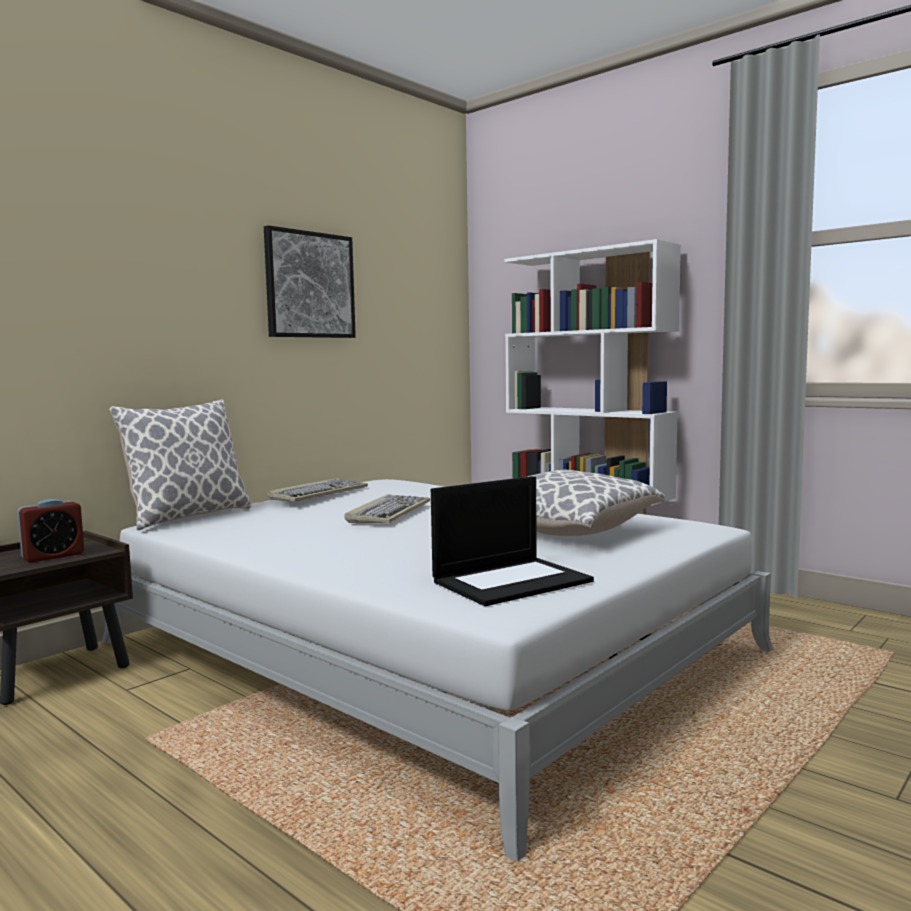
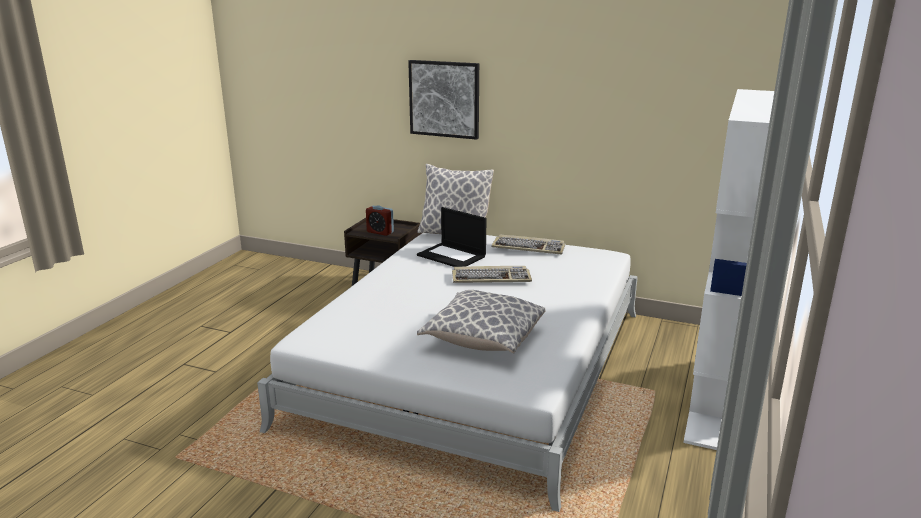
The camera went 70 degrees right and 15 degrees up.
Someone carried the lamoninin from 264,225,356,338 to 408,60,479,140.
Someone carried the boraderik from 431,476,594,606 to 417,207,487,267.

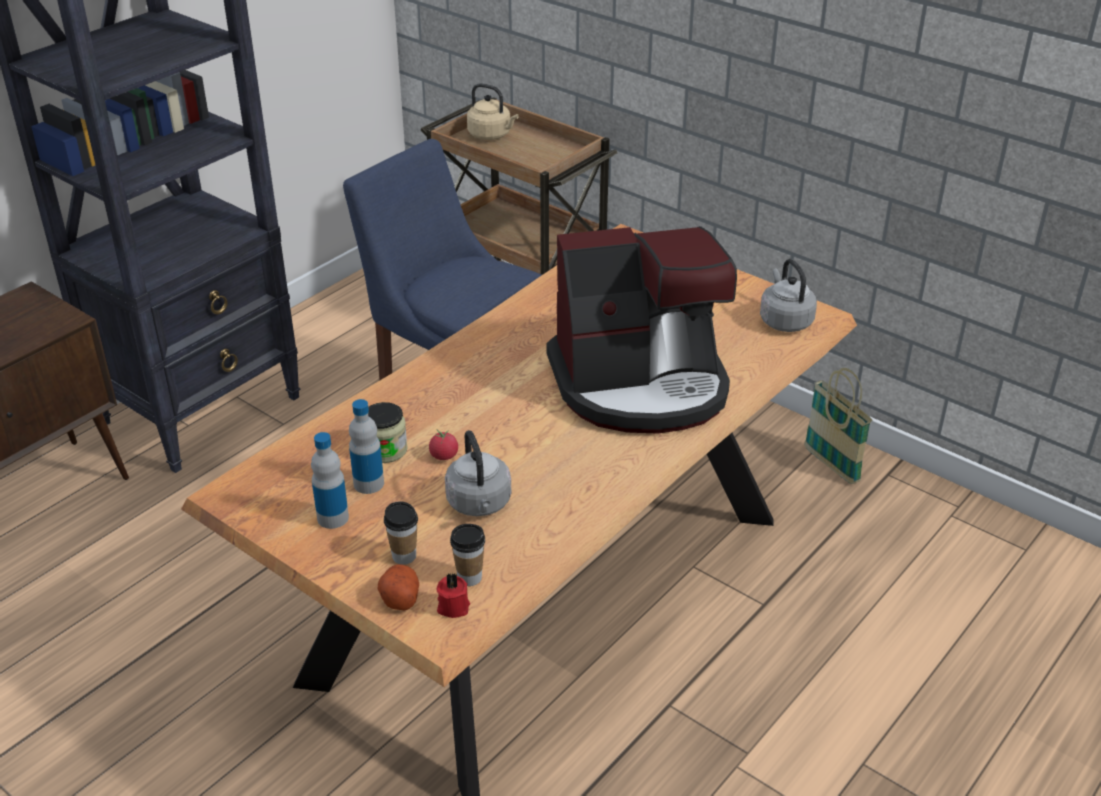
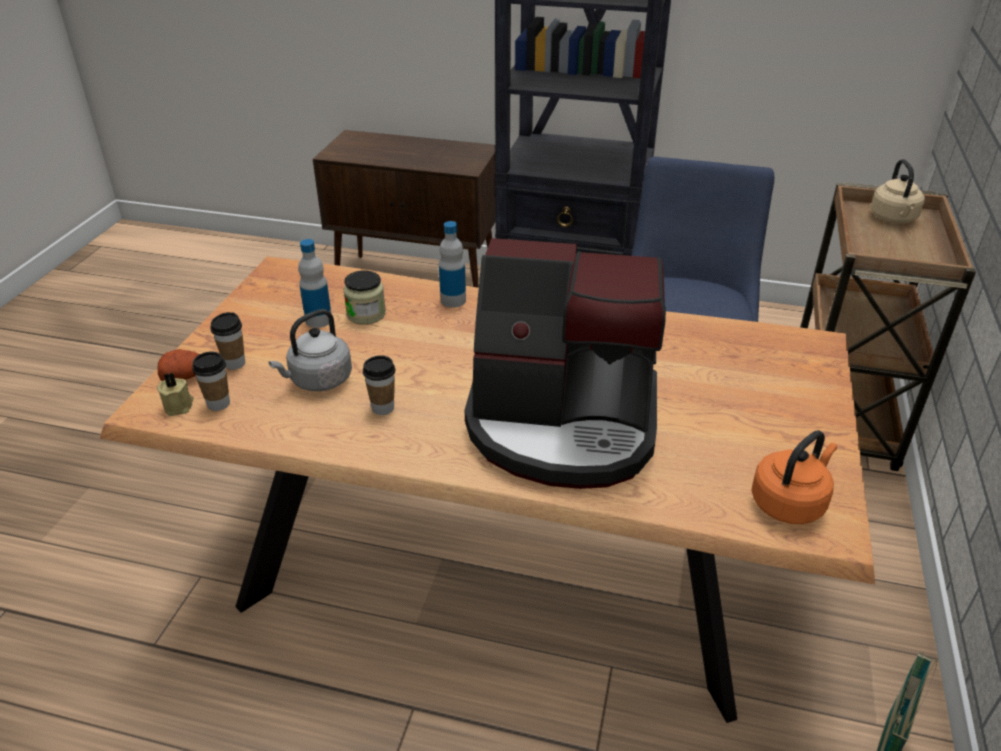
The camera went 65 degrees right and 0 degrees up.
Someone took away the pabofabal at 429,429,458,460.
Someone put down the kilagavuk at 363,355,395,415.
Someone carried the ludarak from 311,432,349,529 to 439,221,466,308.
Someone repainted the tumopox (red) at 436,573,470,618, which became the tumopox (beige) at 157,373,194,416.
Someone repainted the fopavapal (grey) at 760,259,817,332, which became the fopavapal (orange) at 752,430,837,524.
Someone rotated the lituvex at 547,226,737,434 by 45 degrees counterclockwise.

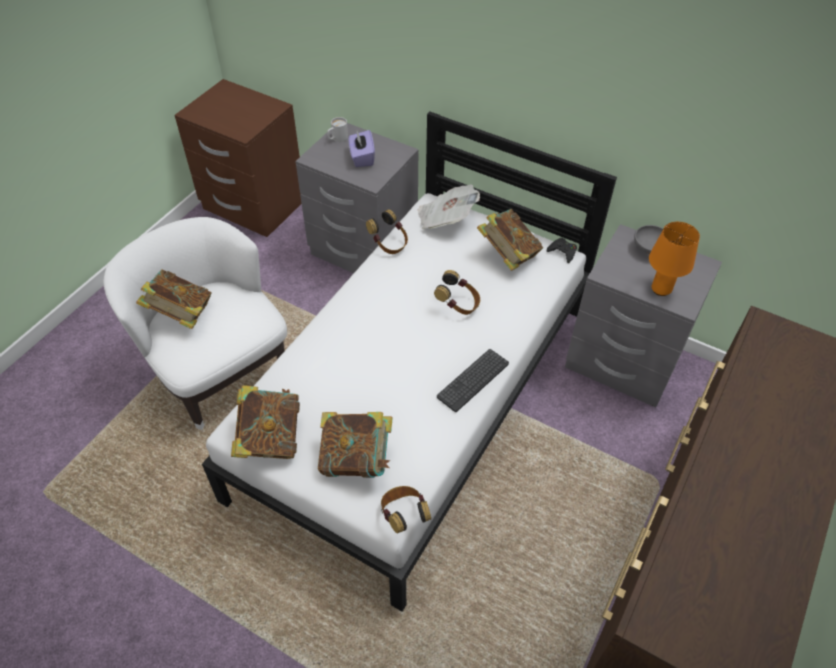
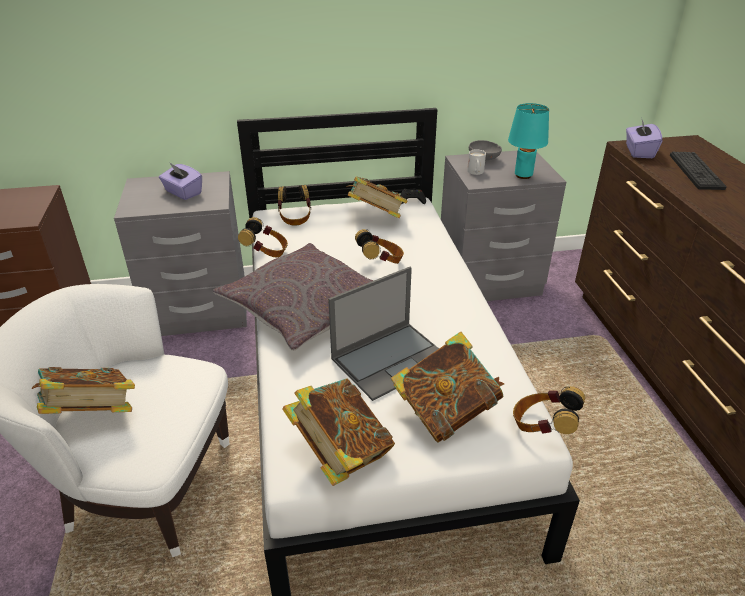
The camera went 40 degrees left and 15 degrees down.
Someone put down the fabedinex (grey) at 213,243,374,351.
Someone put down the boraderik at 328,267,439,401.
Someone put down the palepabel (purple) at 626,120,662,158.
Someone carried the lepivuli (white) from 327,117,348,142 to 467,149,486,175.
Someone carried the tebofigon from 437,349,509,412 to 670,152,727,190.
Someone swapped the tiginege at 418,185,480,230 for the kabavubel at 278,185,311,225.
Someone repainted the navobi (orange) at 649,222,700,296, which became the navobi (turquoise) at 508,103,549,179.

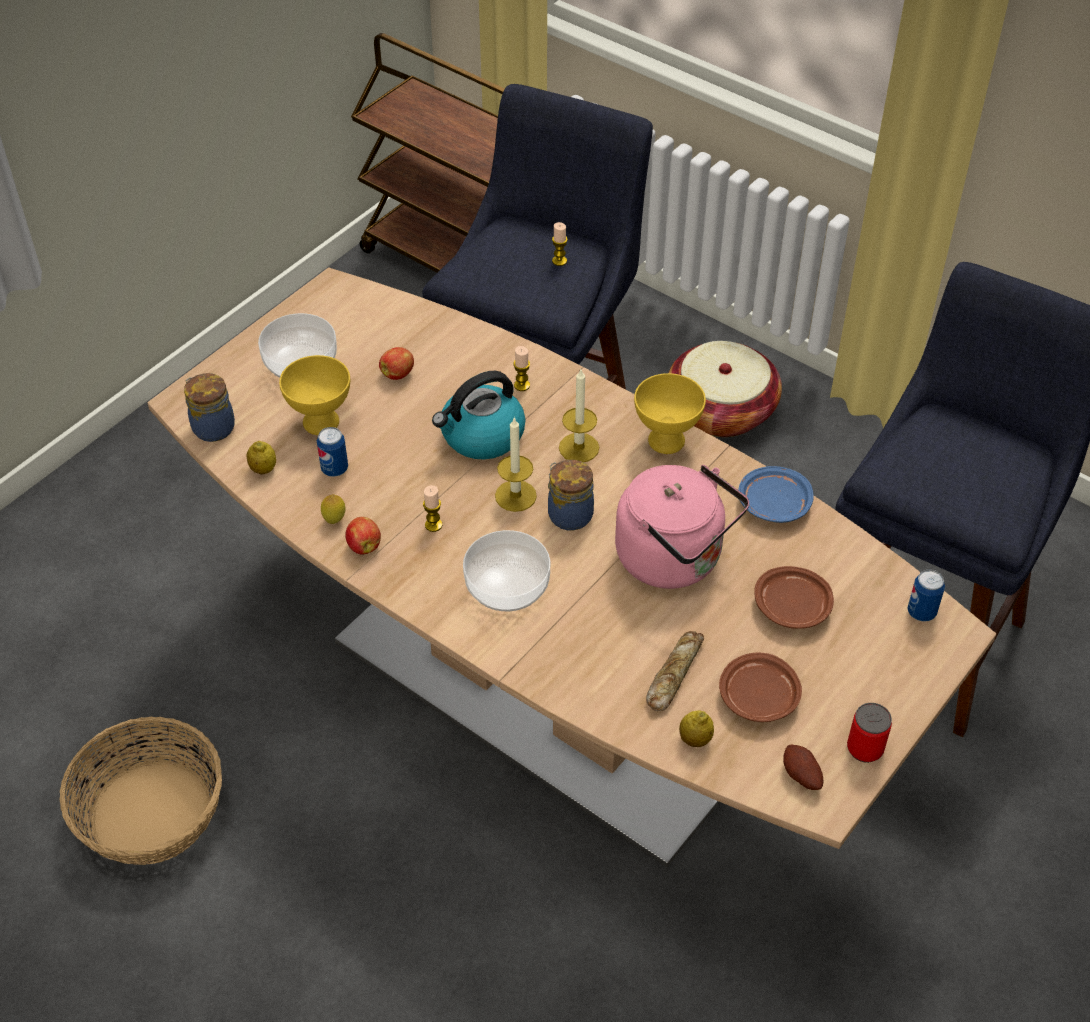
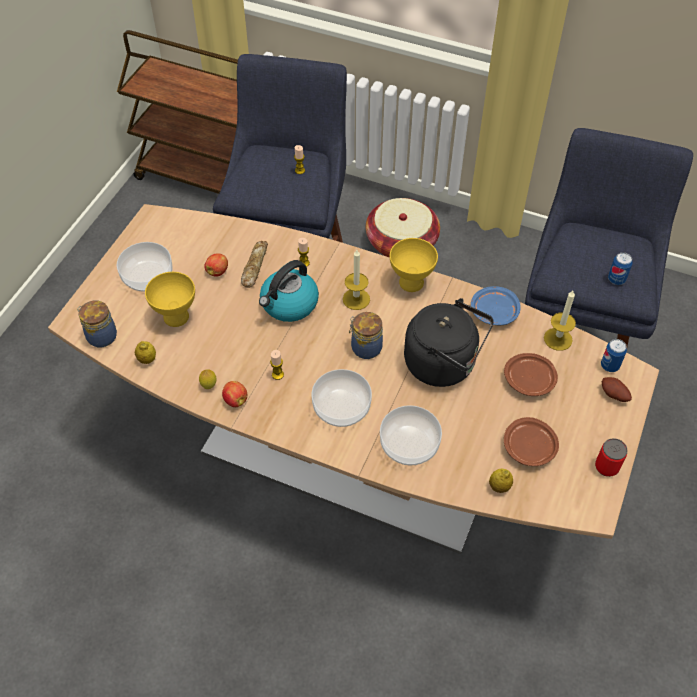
The camera went 15 degrees left and 5 degrees up.
Someone took away the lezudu at 59,717,222,865.
Someone put down the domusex at 380,405,442,465.
Someone carried the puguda from 317,427,348,477 to 608,252,633,285.
Someone carried the tumopox from 495,417,537,512 to 544,291,576,351.
Someone carried the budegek from 646,631,704,711 to 241,241,268,288.
Someone carried the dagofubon from 783,744,823,790 to 602,377,632,402.
Someone repainted the fopavapal (pink) at 615,465,749,589, which became the fopavapal (black) at 404,298,494,387.

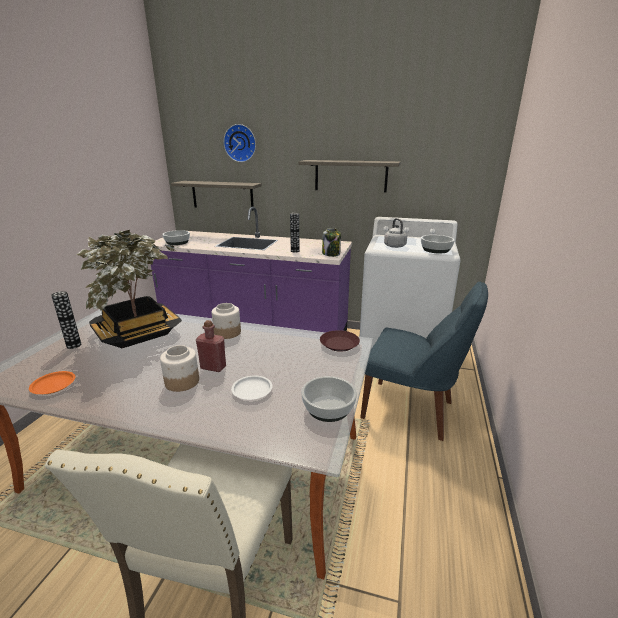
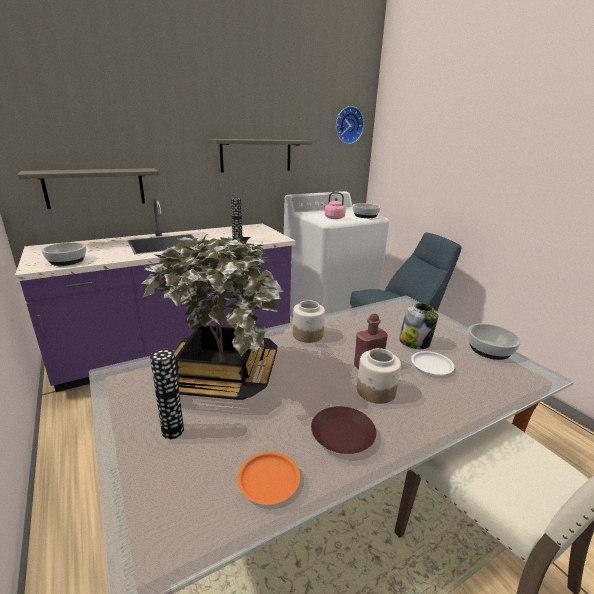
The camera went 45 degrees left and 0 degrees up.
Someone carried the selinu from 223,124,256,162 to 336,106,364,144.
Someone carried the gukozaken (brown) from 320,330,360,352 to 311,406,376,454.
Someone carried the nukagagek from 322,228,341,257 to 399,303,438,349.
Someone repainted the fopavapal (grey) at 384,218,407,248, which became the fopavapal (pink) at 321,192,346,219.

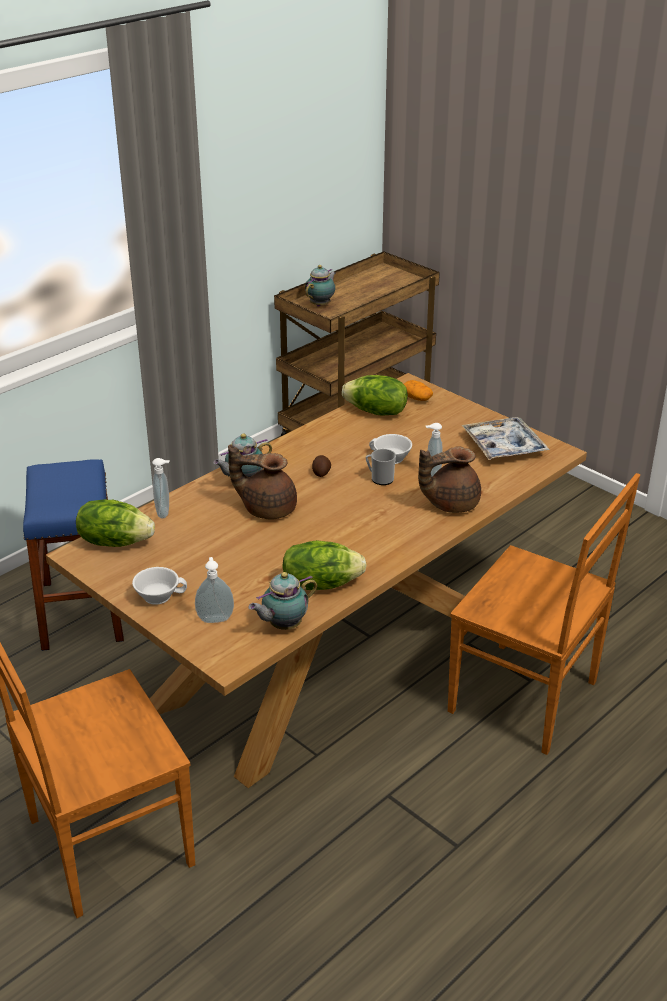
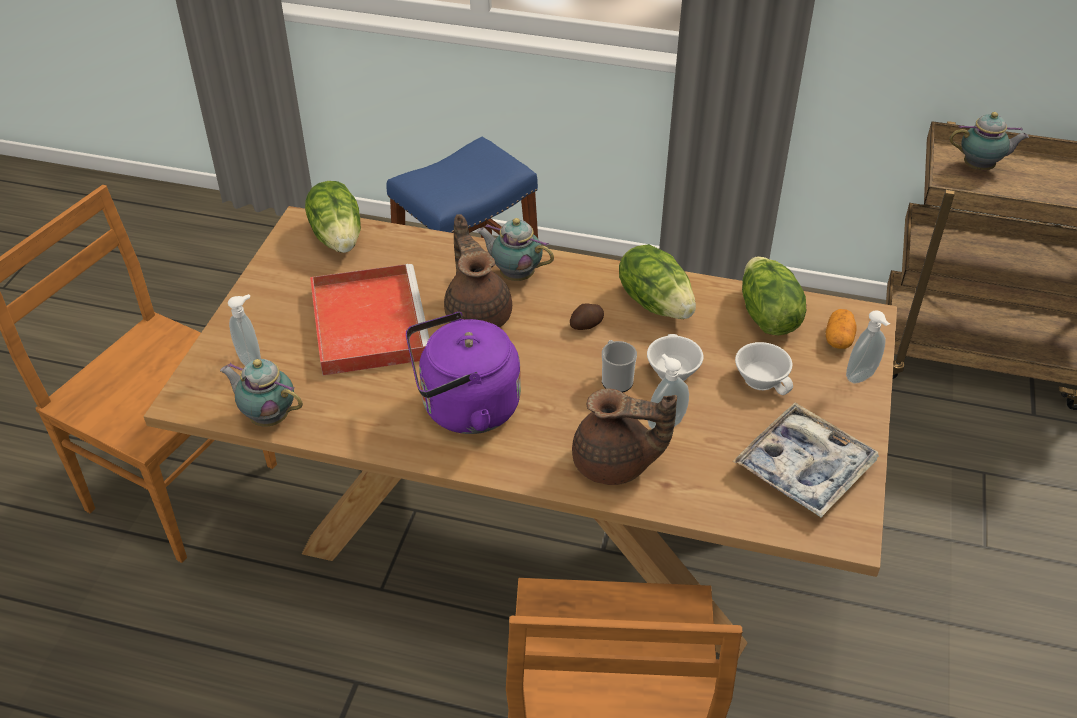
The camera went 60 degrees right and 10 degrees up.
Someone put down the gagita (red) at 310,264,429,376.
Someone put down the fopavapal (purple) at 406,312,521,434.
Someone carried the kilagavuk (white) from 132,567,187,605 to 735,342,793,395.
Someone carried the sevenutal from 152,458,170,518 to 846,310,890,384.
Someone carried the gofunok from 282,540,367,590 to 619,244,696,319.
Someone rotated the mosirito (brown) at 418,447,481,513 by 150 degrees clockwise.

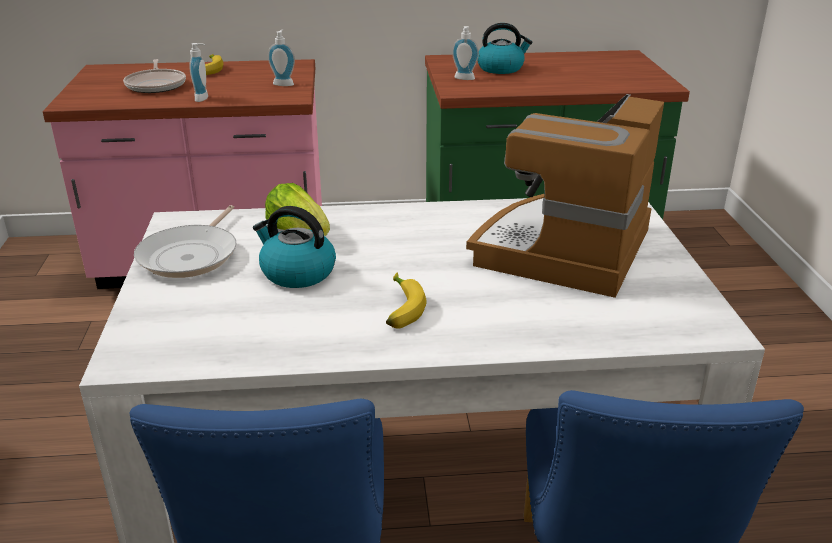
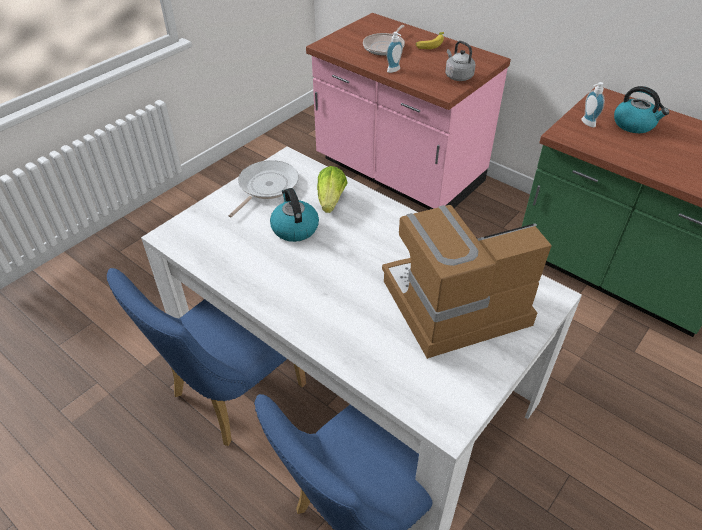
The camera went 45 degrees right and 15 degrees up.
Someone took away the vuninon at 386,273,427,329.
Someone swapped the sevenutal at 268,29,295,86 for the fopavapal (grey) at 445,41,475,81.
Someone rotated the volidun at 134,205,237,278 by 150 degrees clockwise.

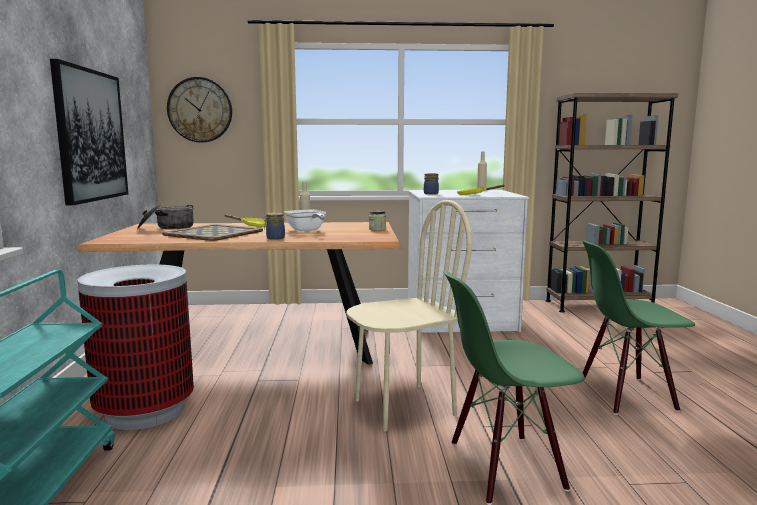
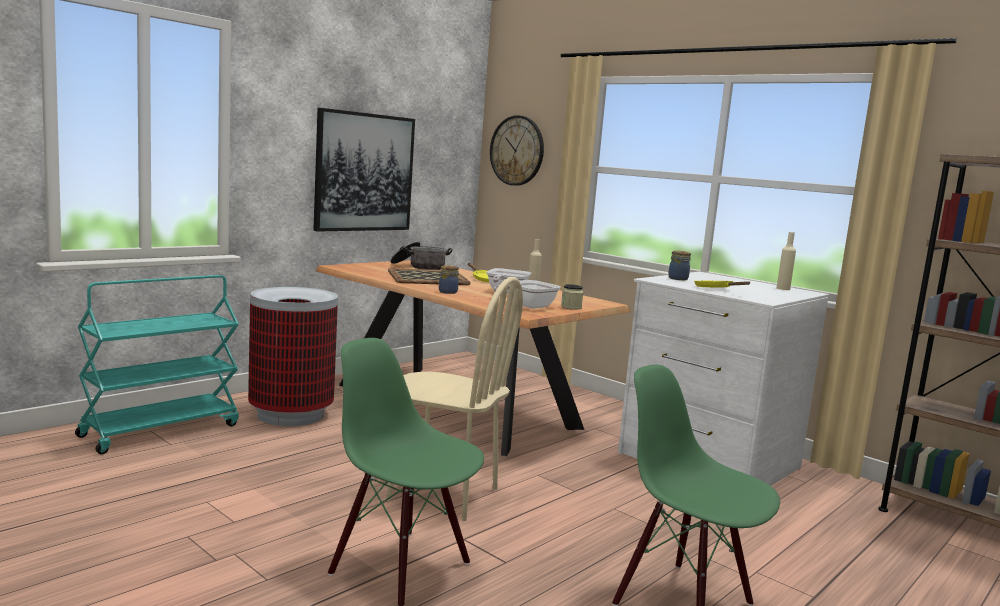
The camera went 45 degrees right and 0 degrees up.
Someone put down the volidun at 494,280,561,309.

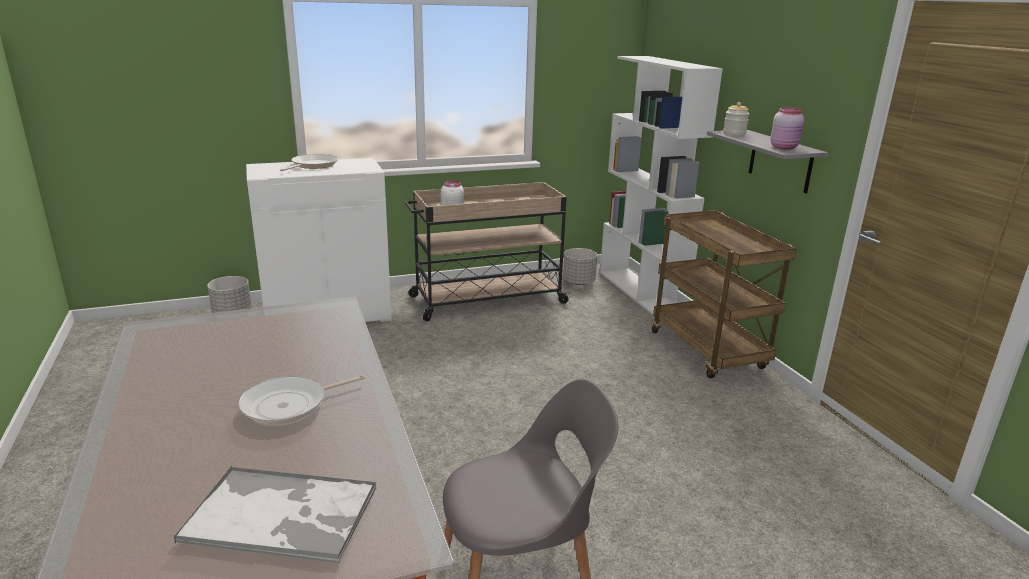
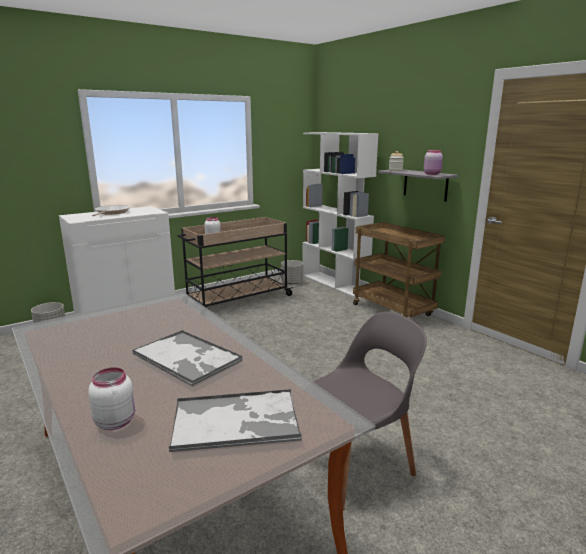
The camera went 15 degrees left and 5 degrees down.
Someone put down the nukagagek (white) at 88,367,135,430.
Someone swapped the volidun at 238,375,365,425 for the gagita at 133,330,243,386.

